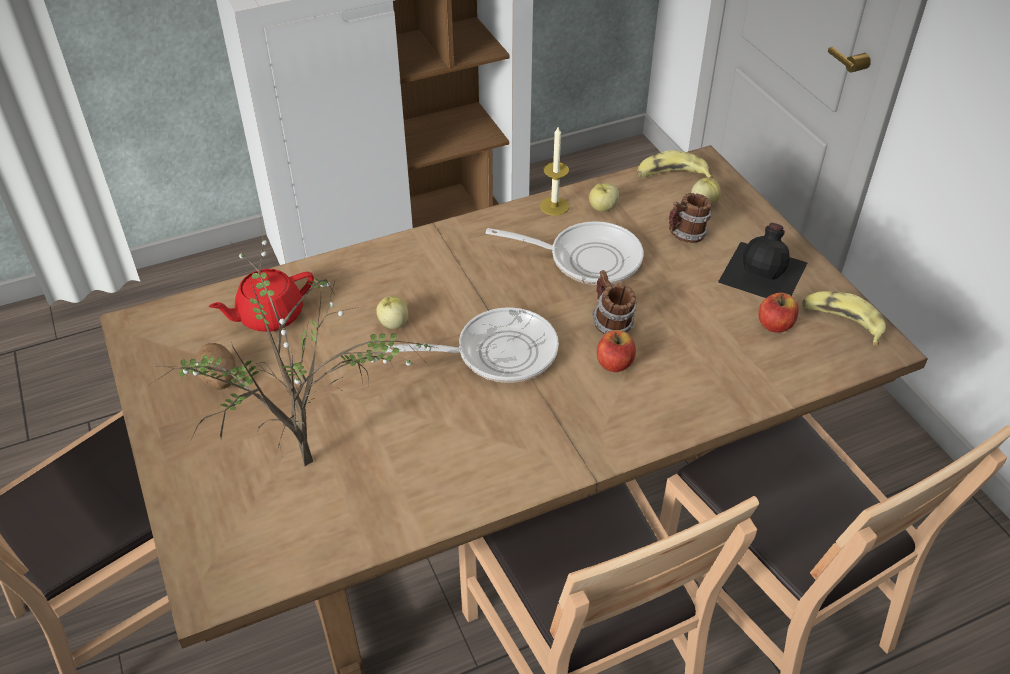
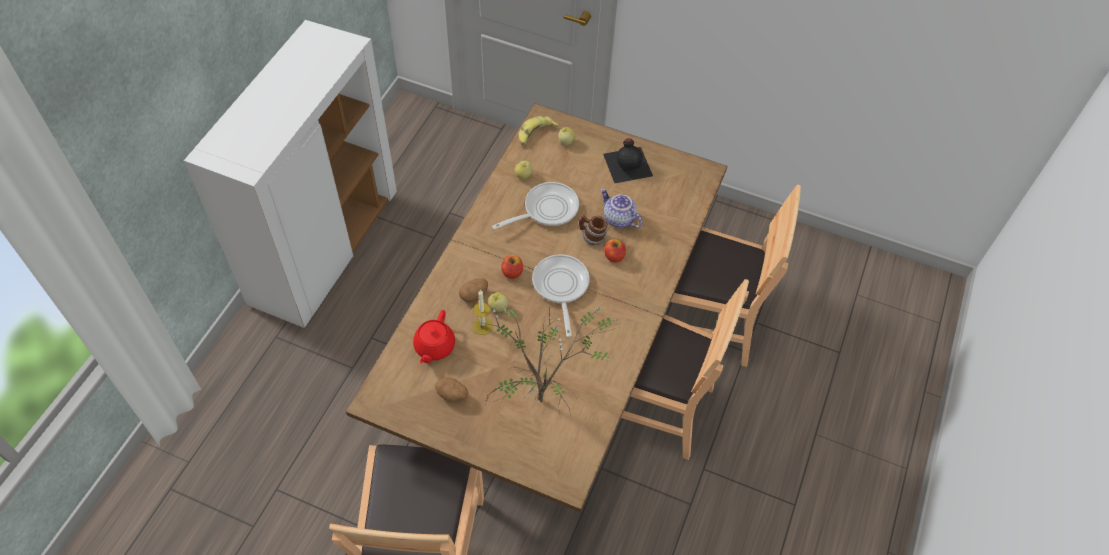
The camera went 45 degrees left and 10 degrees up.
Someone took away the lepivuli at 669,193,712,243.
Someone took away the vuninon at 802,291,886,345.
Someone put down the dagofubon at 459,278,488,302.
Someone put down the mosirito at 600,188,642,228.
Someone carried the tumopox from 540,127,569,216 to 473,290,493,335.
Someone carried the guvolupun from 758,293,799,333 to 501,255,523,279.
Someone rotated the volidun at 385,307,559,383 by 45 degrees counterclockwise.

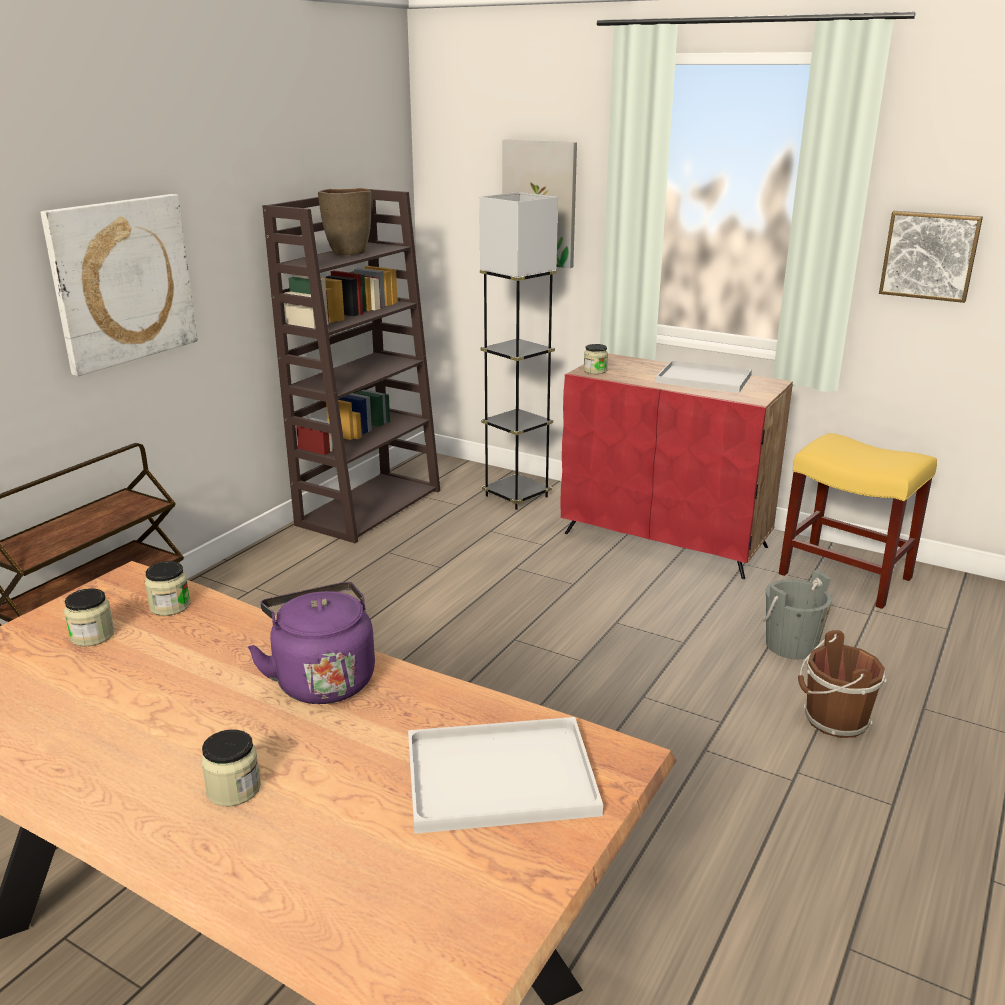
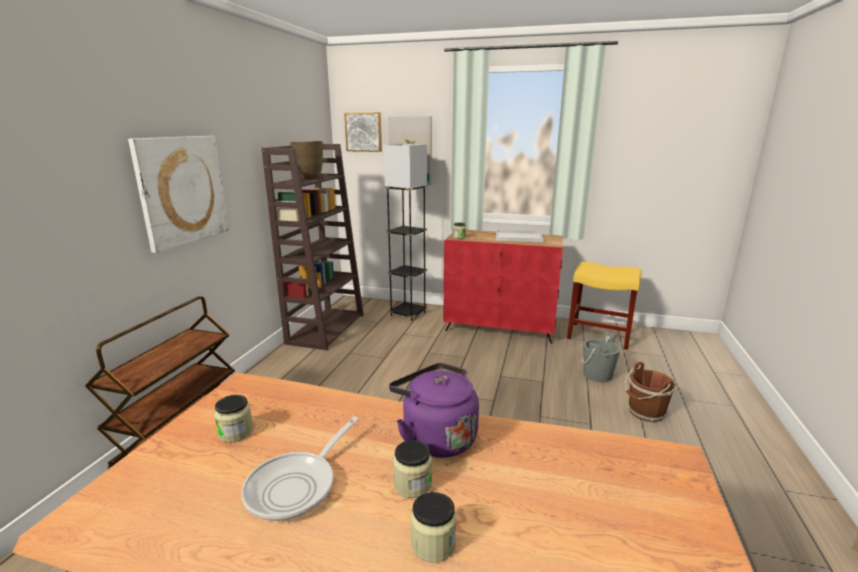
The camera went 15 degrees left and 5 degrees down.
Someone took away the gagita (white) at 408,717,603,834.
Someone put down the volidun at 242,416,359,521.
Someone carried the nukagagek from 145,561,191,616 to 393,440,432,498.
Someone carried the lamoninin from 879,211,983,303 to 344,112,382,152.

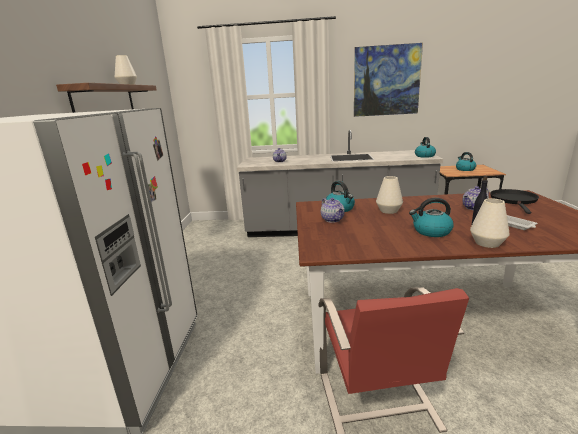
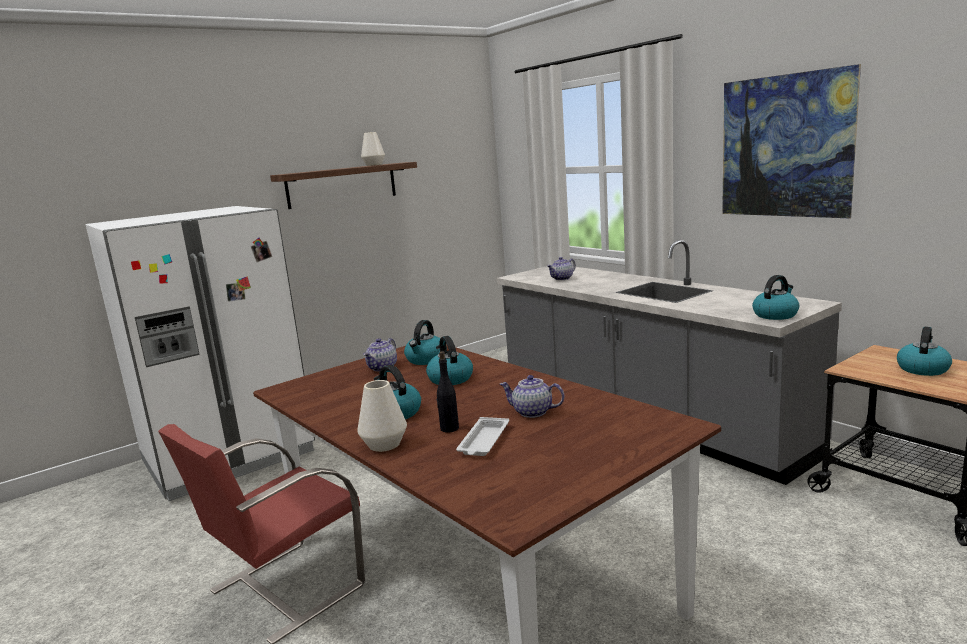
The camera went 50 degrees right and 5 degrees down.
Someone took away the volidun (black) at 490,189,539,214.
Someone swapped the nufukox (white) at 376,176,403,214 for the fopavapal at 426,336,473,385.

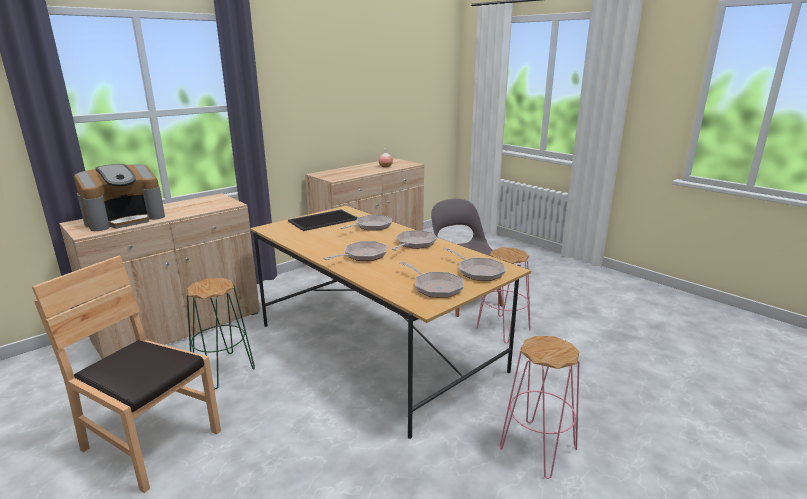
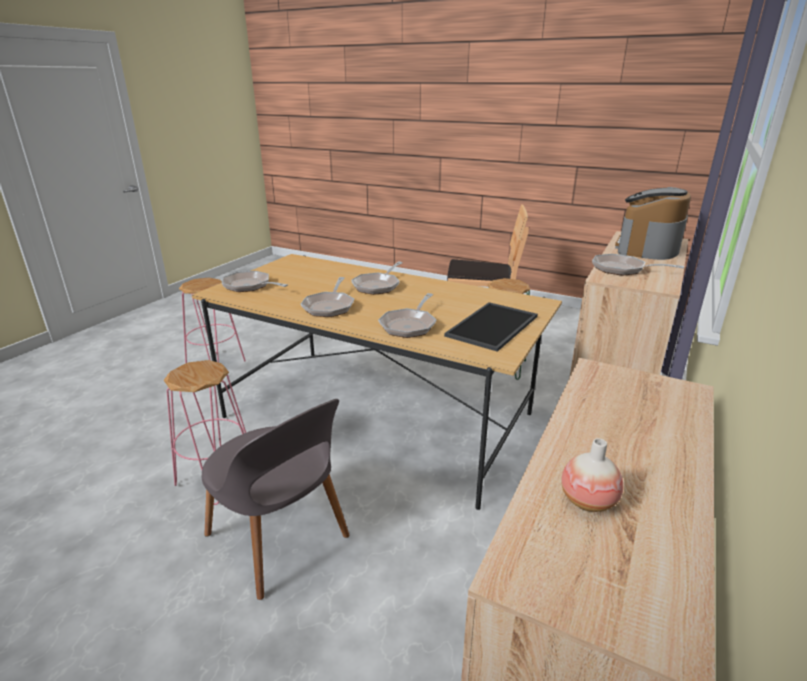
The camera went 160 degrees right and 5 degrees up.
Someone carried the volidun from 399,261,464,298 to 592,254,684,276.

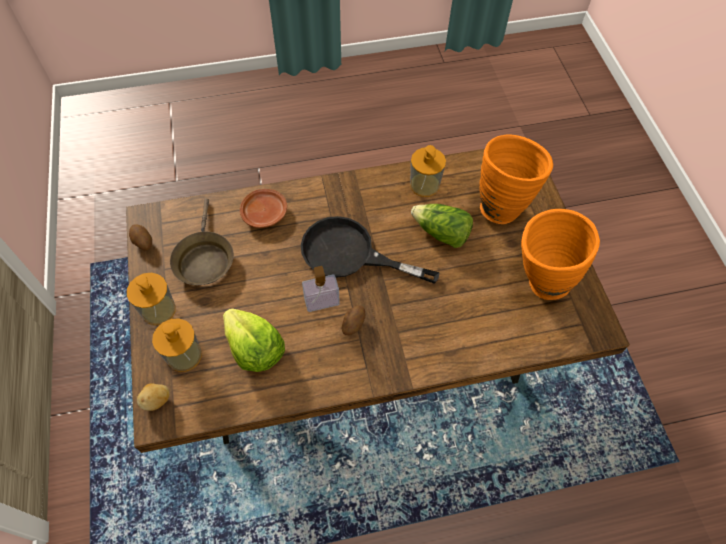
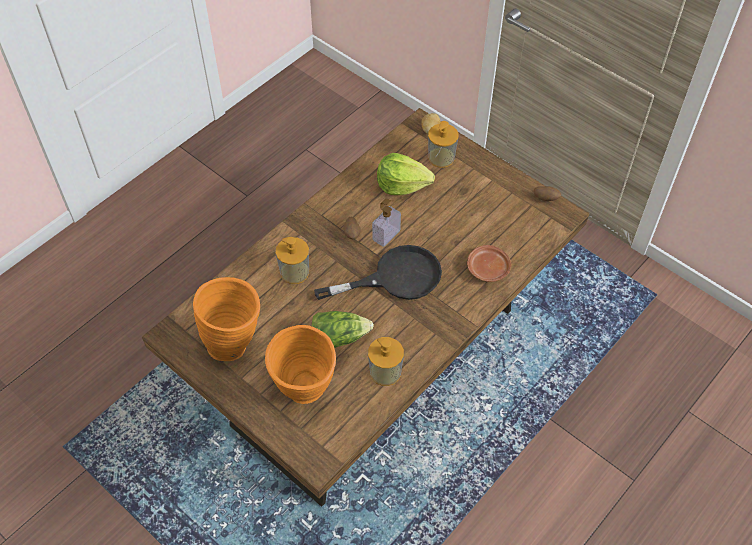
The camera went 145 degrees right and 5 degrees down.
Someone took away the volidun (brown) at 170,198,234,285.
Someone carried the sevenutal from 127,273,176,325 to 276,237,309,284.

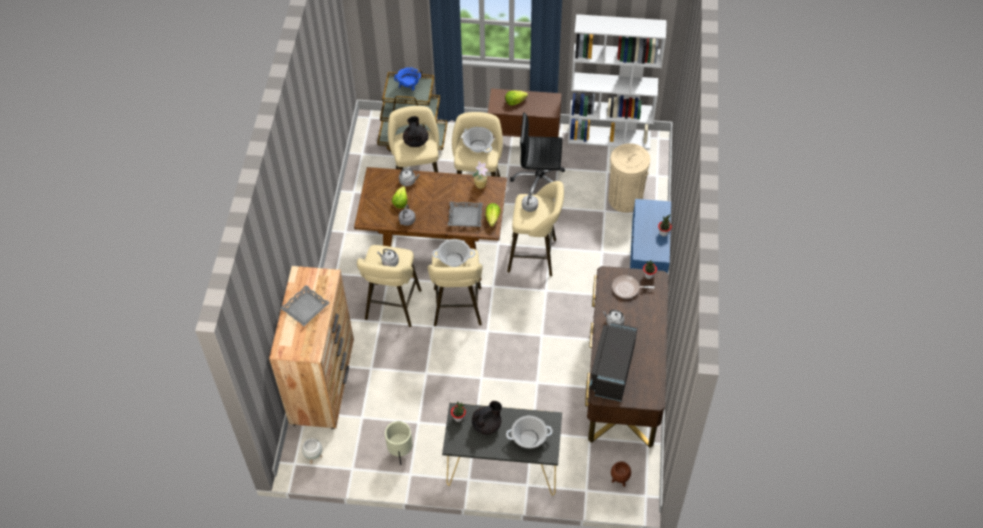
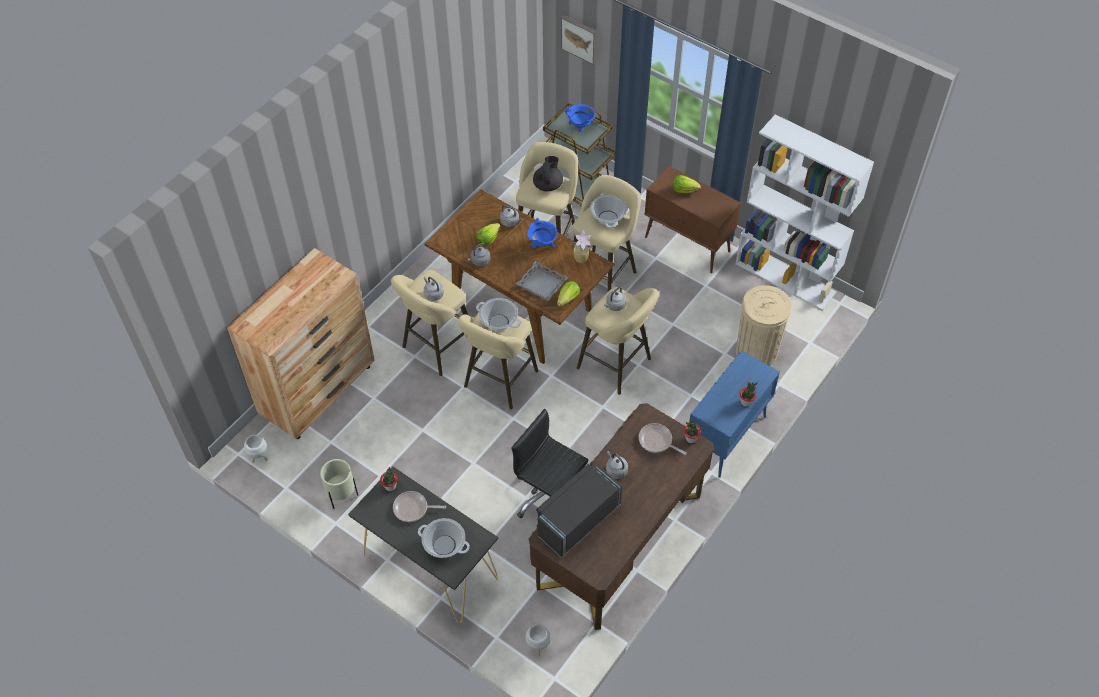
The camera went 30 degrees right and 0 degrees up.
Someone took away the gagita (grey) at 280,285,330,326.
Someone put down the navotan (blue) at 527,218,558,248.
Someone put up the lamoninin at 561,15,597,65.
Someone carried the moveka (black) from 510,113,565,194 to 512,409,588,518.
Someone swapped the mosirito (black) at 472,401,502,434 for the volidun at 393,491,446,522.
Someone repainted the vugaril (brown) at 611,461,631,487, which became the vugaril (white) at 525,624,550,656.

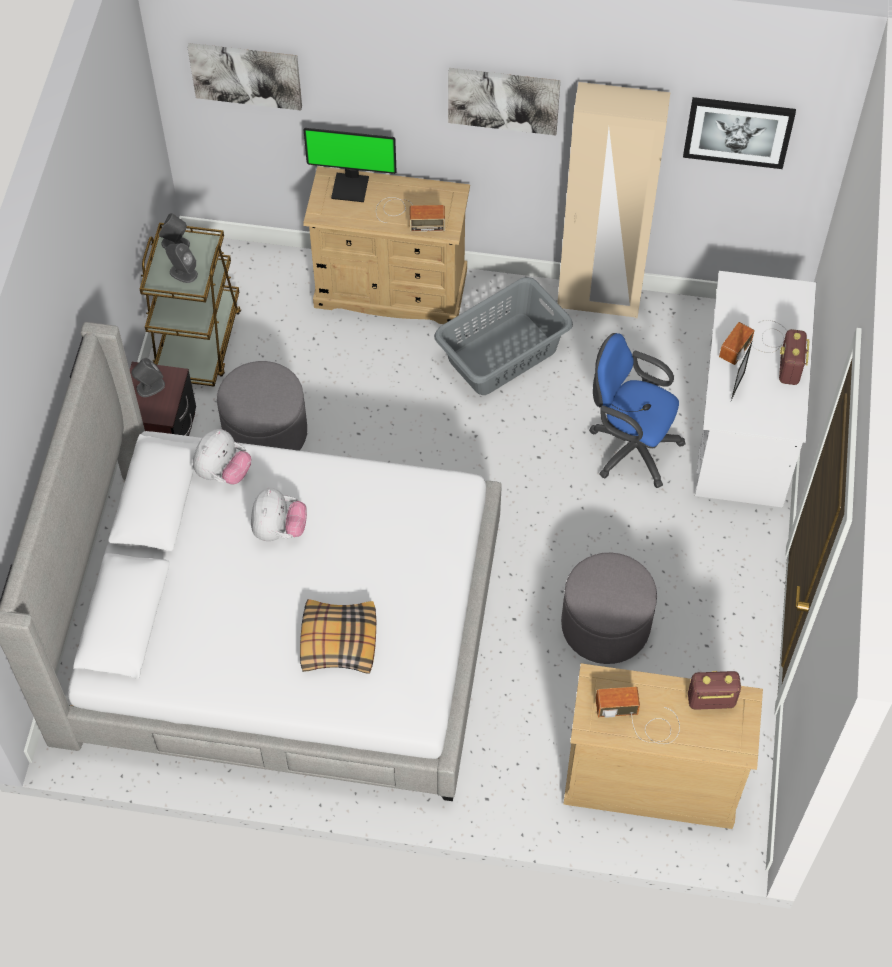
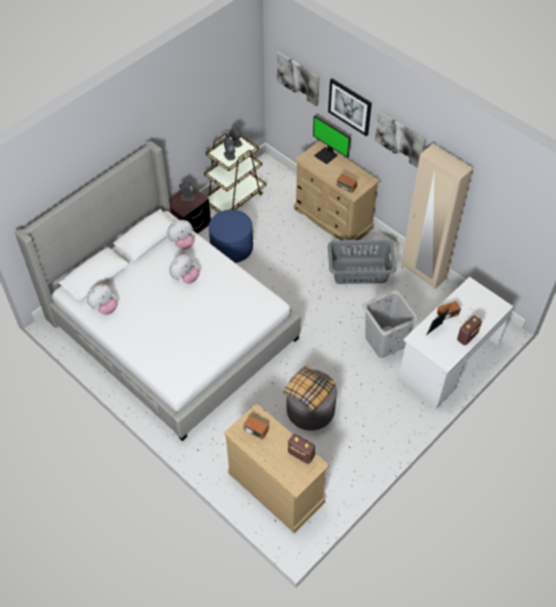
The camera went 35 degrees right and 5 degrees down.
Someone put down the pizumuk at 87,284,118,315.
Someone carried the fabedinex from 300,599,376,674 to 283,365,335,412.
Someone carried the lamoninin from 683,97,796,169 to 328,78,372,136.
Someone swapped the moveka (blue) at 589,333,685,488 for the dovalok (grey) at 362,290,419,358.
Someone repainted the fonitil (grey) at 217,361,307,451, which became the fonitil (blue) at 209,210,253,263.

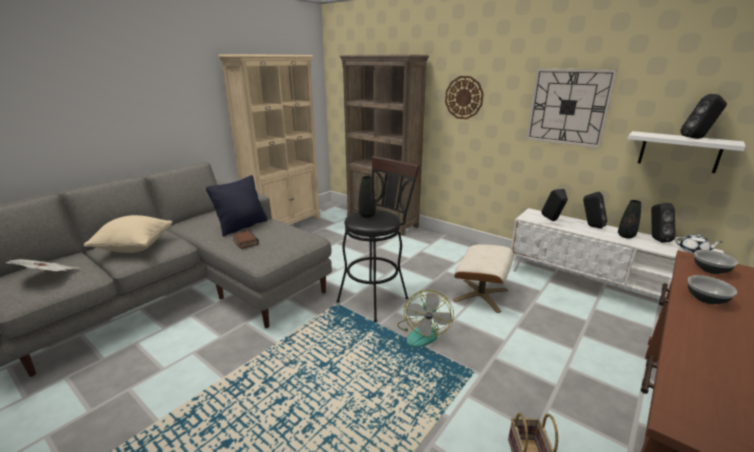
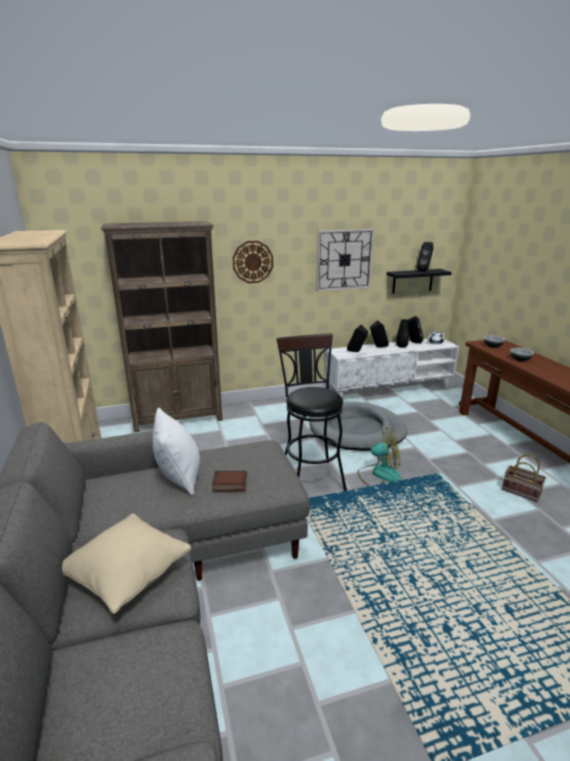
The camera went 55 degrees left and 0 degrees up.
Someone took away the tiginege at 6,259,77,271.
Someone took away the nufukox (black) at 359,176,376,218.
Someone swapped the fonitil (beige) at 453,245,513,313 for the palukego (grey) at 309,402,407,451.
Someone repainted the fabedinex (black) at 206,175,268,237, which became the fabedinex (white) at 153,408,200,496.
Someone repainted the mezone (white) at 628,131,746,173, which became the mezone (black) at 387,269,452,294.
Someone rotated the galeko at 397,290,454,347 by 45 degrees counterclockwise.

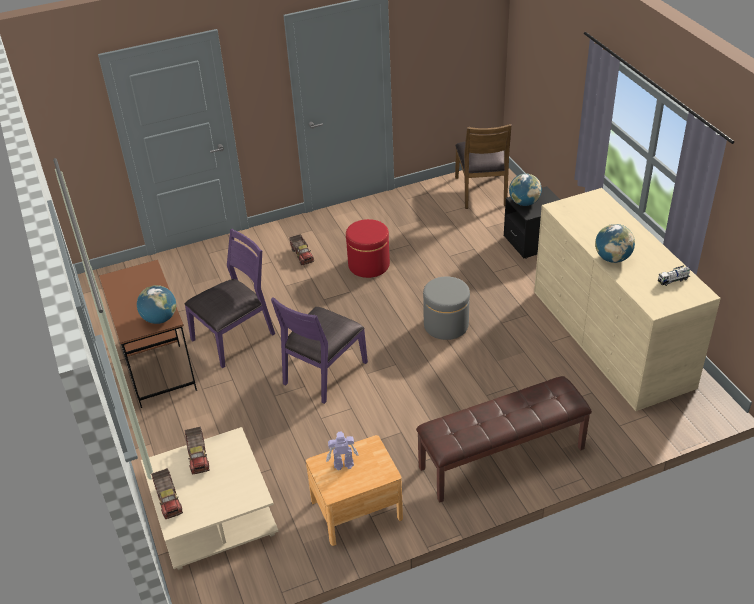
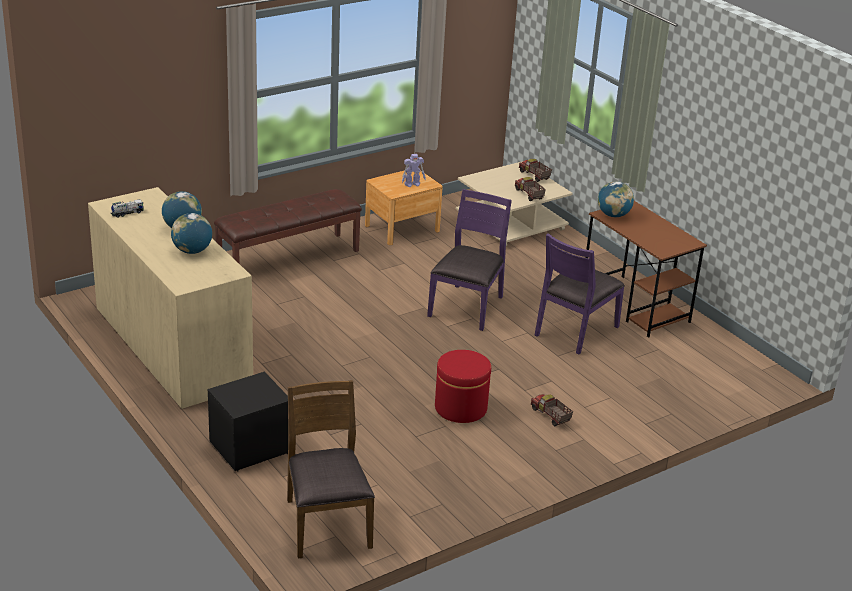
The camera went 165 degrees right and 10 degrees down.
Someone took away the fonitil (grey) at 423,276,470,340.
Someone carried the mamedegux from 509,174,542,206 to 171,213,212,254.

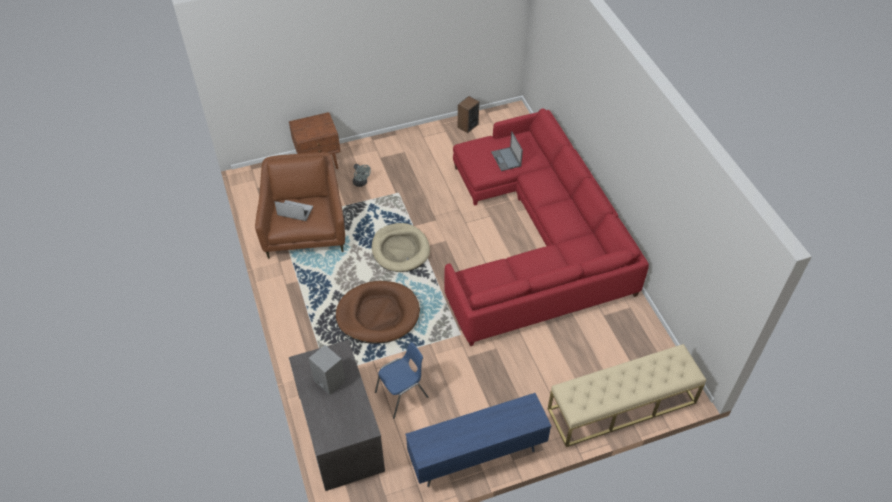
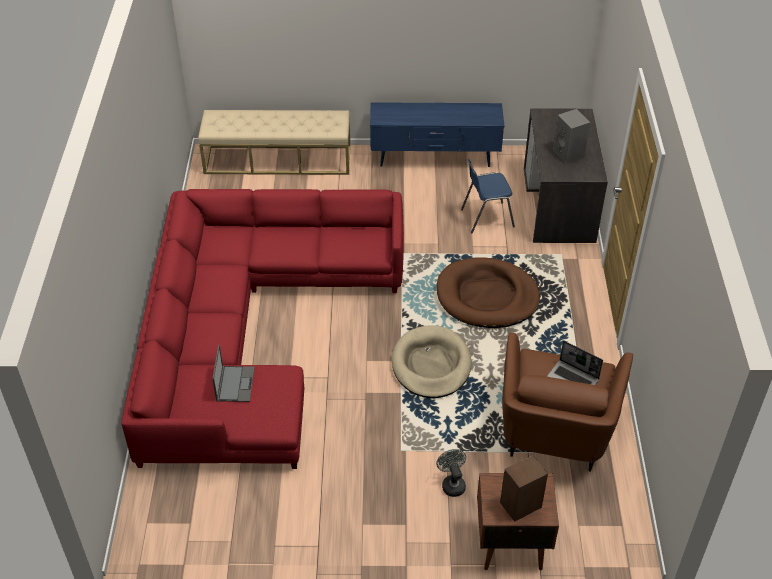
The camera went 160 degrees left and 5 degrees down.
Someone carried the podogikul from 458,96,479,133 to 500,455,548,522.

